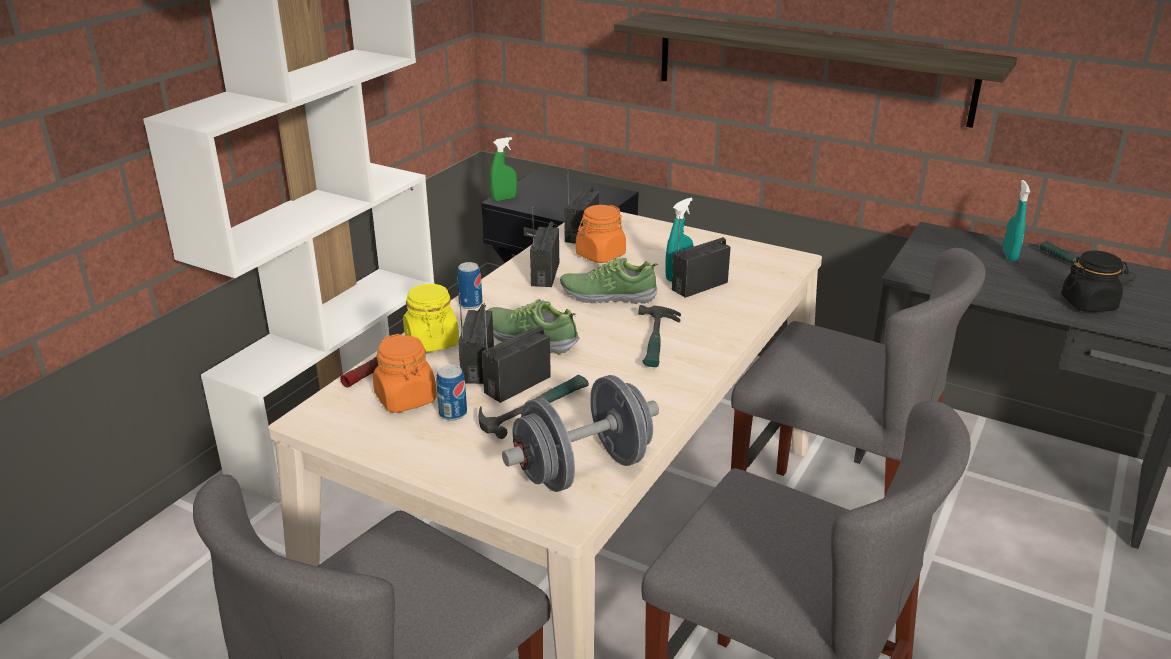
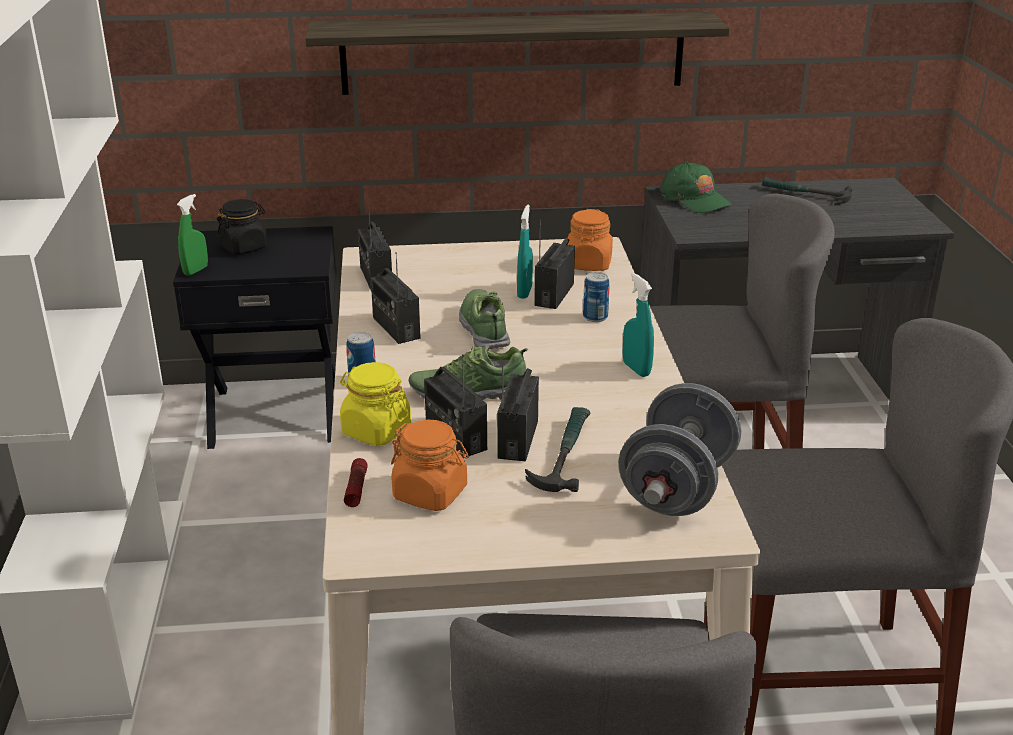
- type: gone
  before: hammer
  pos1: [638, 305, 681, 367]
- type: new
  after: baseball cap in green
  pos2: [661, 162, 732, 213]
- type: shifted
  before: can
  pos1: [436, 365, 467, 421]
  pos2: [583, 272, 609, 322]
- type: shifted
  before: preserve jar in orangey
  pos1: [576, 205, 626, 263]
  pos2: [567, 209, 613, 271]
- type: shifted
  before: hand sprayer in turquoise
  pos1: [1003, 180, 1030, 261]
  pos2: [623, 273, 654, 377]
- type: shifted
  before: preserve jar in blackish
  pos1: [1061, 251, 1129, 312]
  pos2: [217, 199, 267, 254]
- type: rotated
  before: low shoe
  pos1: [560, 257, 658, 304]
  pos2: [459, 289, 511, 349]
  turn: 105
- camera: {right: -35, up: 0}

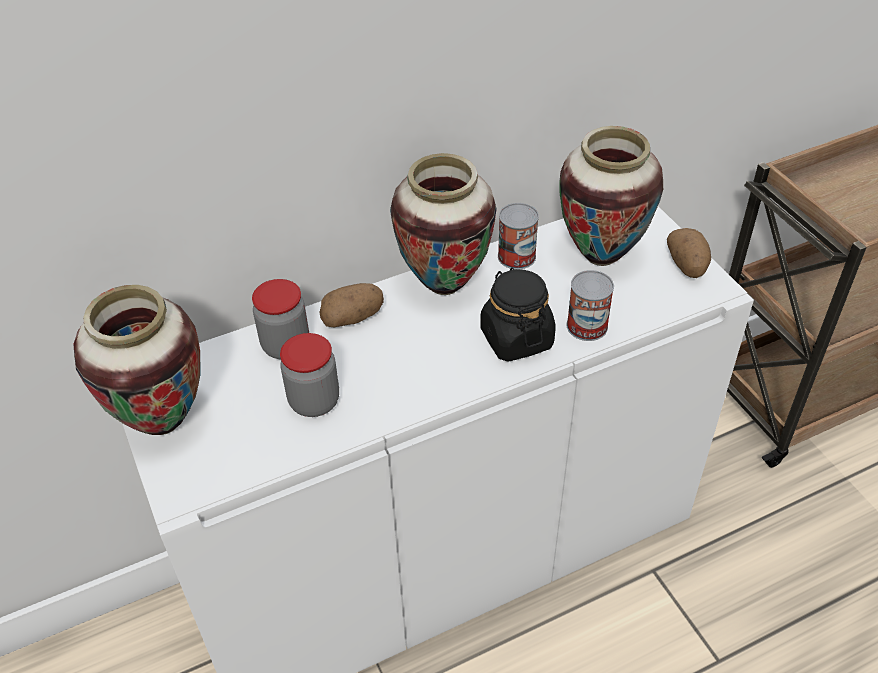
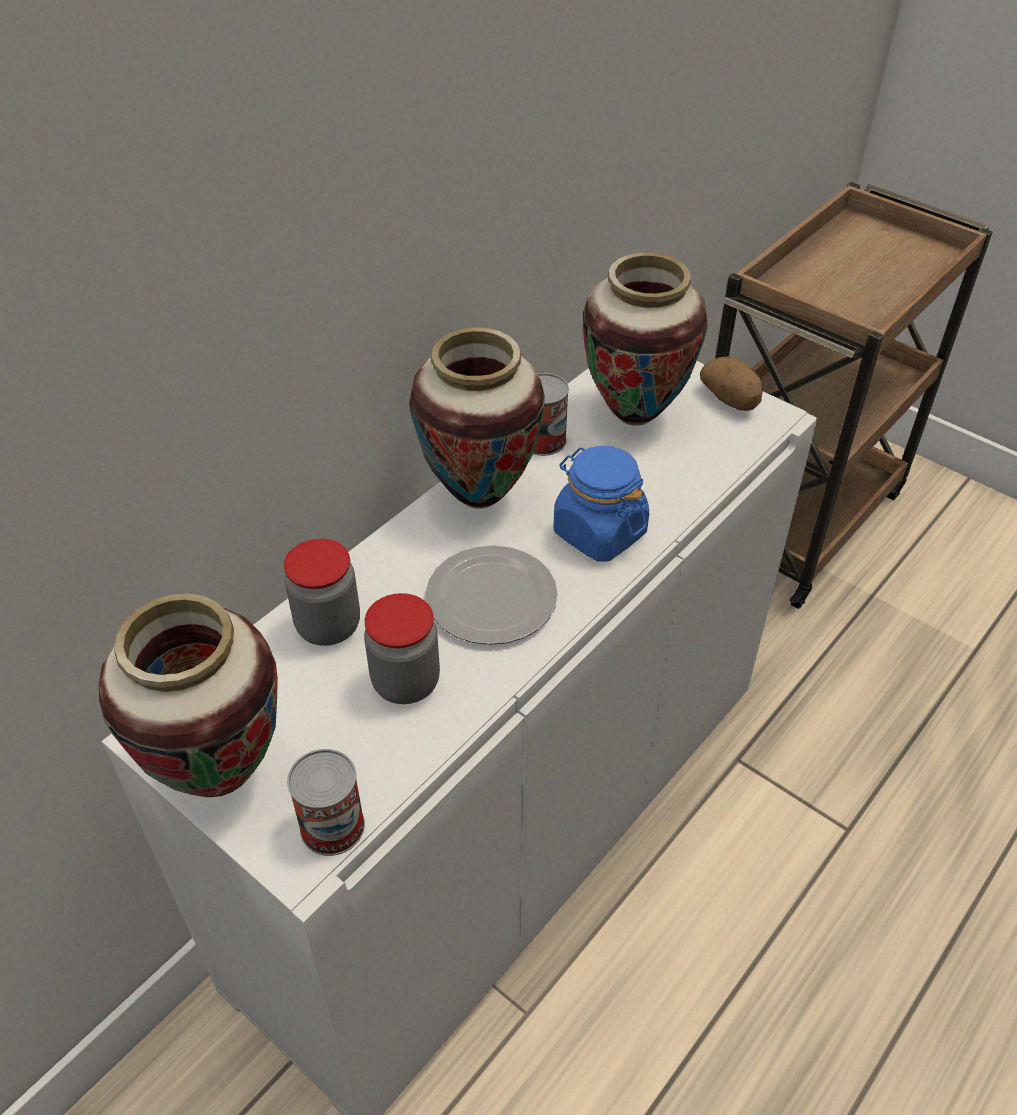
- type: gone
  before: whole potato
  pos1: [319, 283, 384, 327]
- type: new
  after: plate
  pos2: [426, 545, 558, 645]
- type: shifted
  before: can
  pos1: [567, 270, 614, 341]
  pos2: [287, 749, 365, 856]
- type: repainted
  before: preserve jar in blackish
  after: preserve jar in bluish
  pos1: [480, 268, 556, 362]
  pos2: [553, 446, 649, 562]
- camera: {right: -25, up: 0}

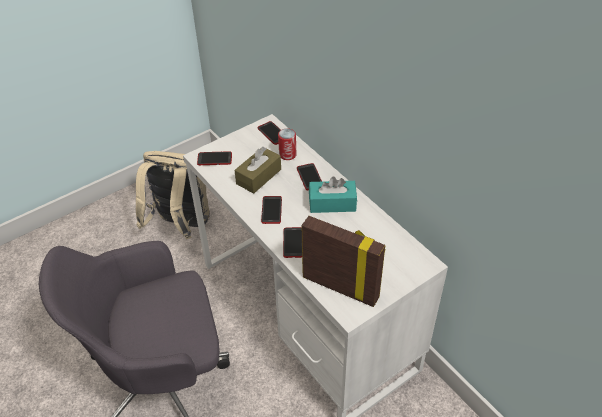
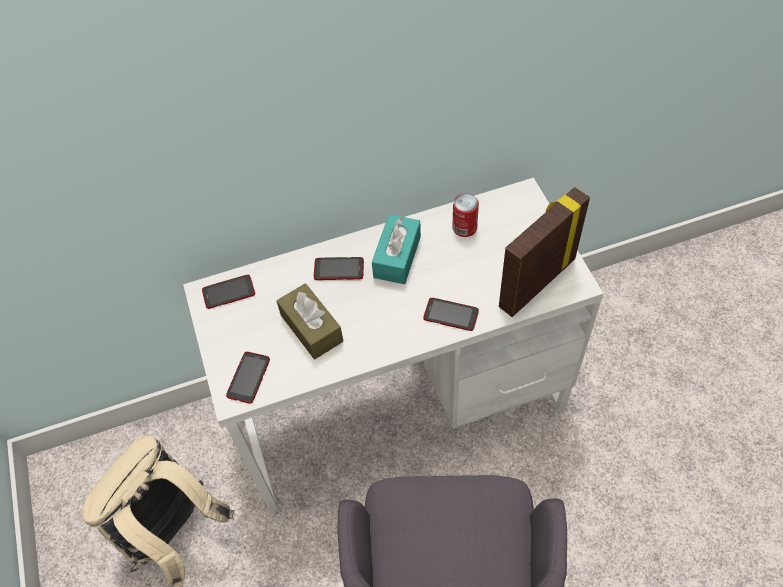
- type: gone
  before: telephone
  pos1: [261, 196, 282, 224]
- type: shifted
  before: can
  pos1: [278, 128, 296, 160]
  pos2: [452, 194, 479, 237]
- camera: {right: -70, up: 10}

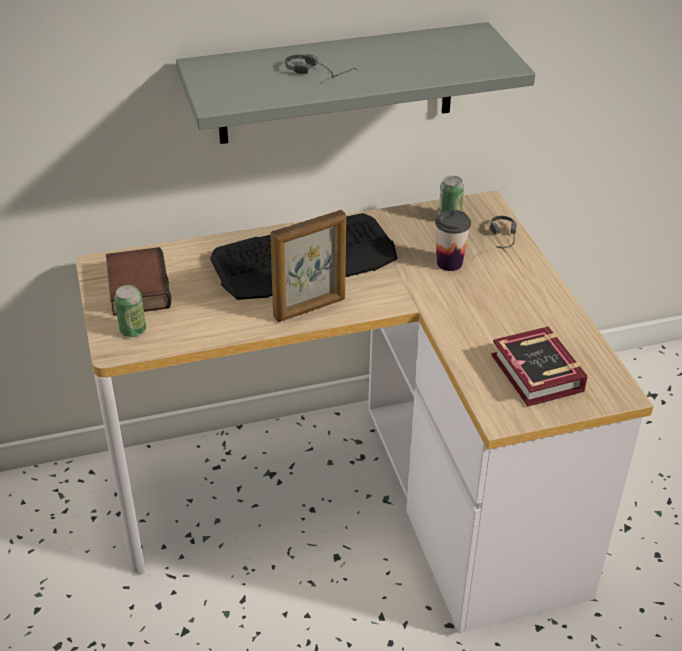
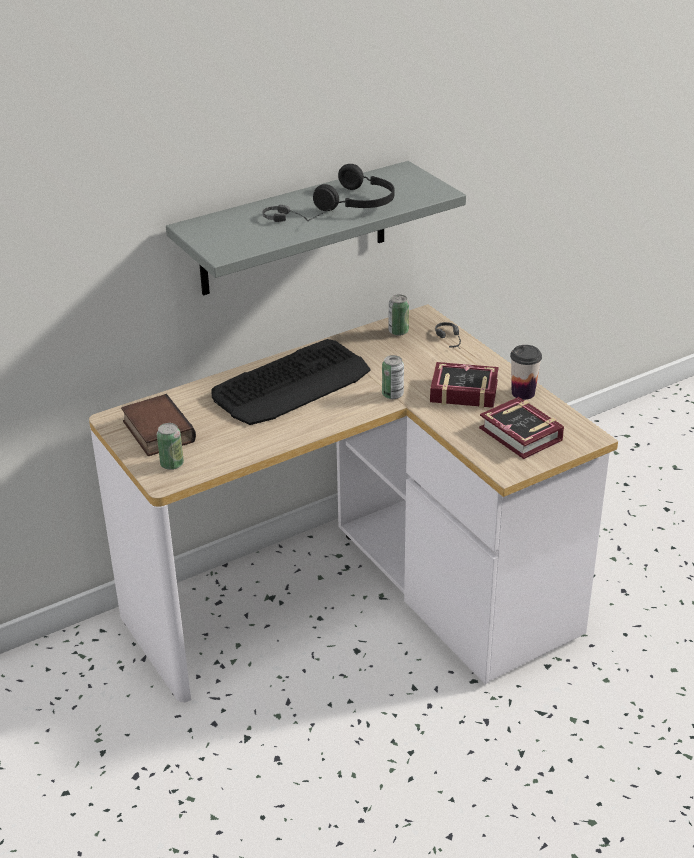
- type: gone
  before: picture frame
  pos1: [270, 210, 346, 322]
- type: new
  after: pair of headphones in blackish
  pos2: [313, 164, 394, 211]
- type: new
  after: can
  pos2: [382, 355, 404, 399]
- type: new
  after: book
  pos2: [430, 362, 499, 408]
- type: shifted
  before: cup
  pos1: [435, 210, 471, 271]
  pos2: [510, 345, 542, 400]
- camera: {right: -15, up: -5}

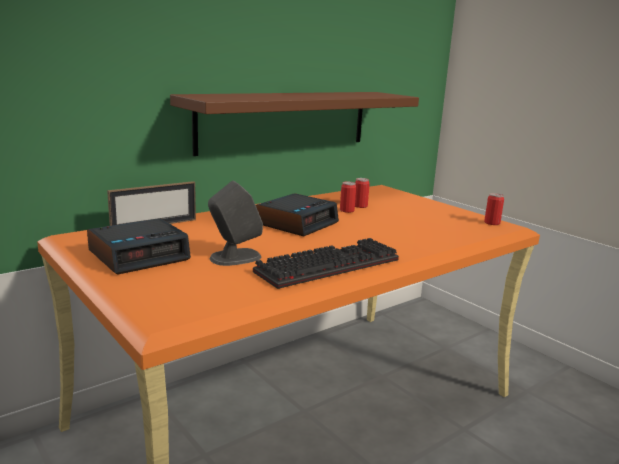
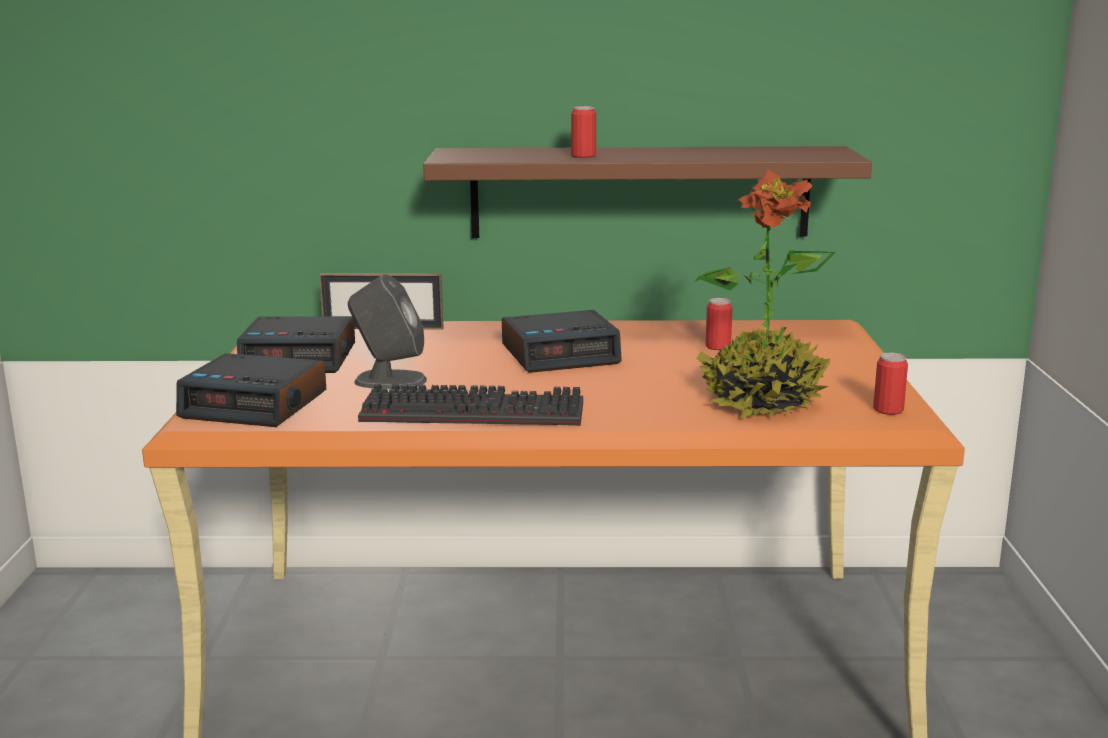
- type: new
  after: bedside clock
  pos2: [176, 353, 326, 427]
- type: new
  after: plant in a pot
  pos2: [695, 170, 836, 418]
- type: shifted
  before: can
  pos1: [340, 182, 356, 213]
  pos2: [571, 106, 596, 158]
- camera: {right: 40, up: 0}

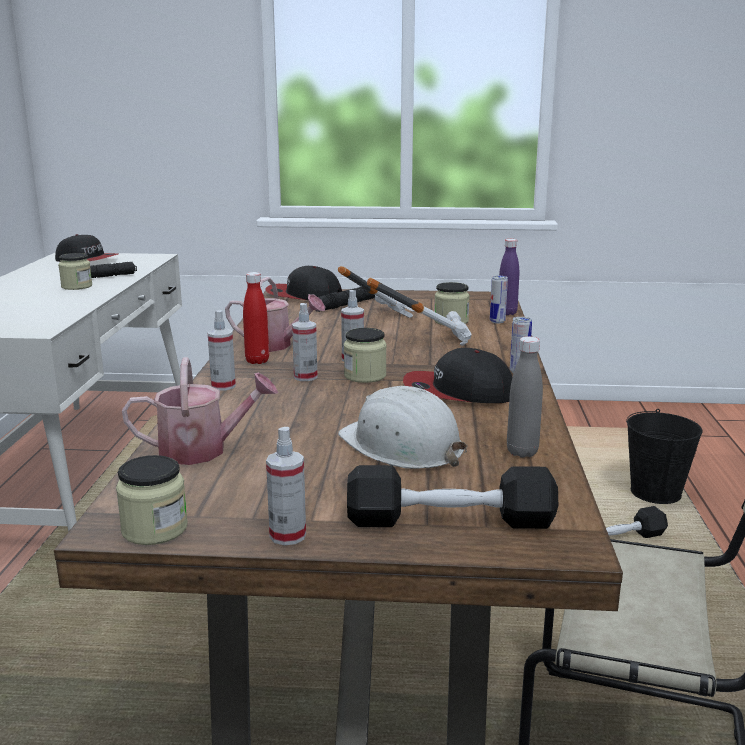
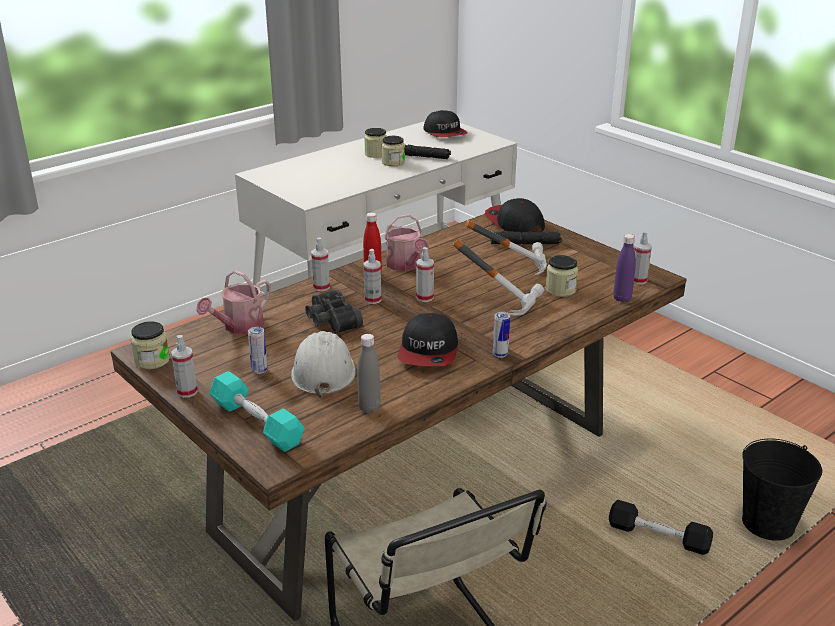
- type: new
  after: binoculars in blackish
  pos2: [305, 289, 363, 334]
- type: new
  after: hand sprayer
  pos2: [634, 231, 652, 284]
- type: shifted
  before: preserve jar
  pos1: [344, 328, 387, 383]
  pos2: [364, 128, 387, 158]
- type: shifted
  before: can
  pos1: [490, 276, 508, 324]
  pos2: [248, 327, 268, 374]
- type: repainted
  before: dumbbell in blackish
  after: dumbbell in turquoise
  pos1: [347, 465, 558, 529]
  pos2: [209, 371, 304, 452]
- type: rotated
  before: sprinkling can
  pos1: [122, 357, 278, 465]
  pos2: [196, 270, 271, 334]
  turn: 90
- type: rotated
  before: baseball cap
  pos1: [403, 348, 512, 403]
  pos2: [398, 313, 458, 366]
  turn: -135
- camera: {right: 45, up: 10}

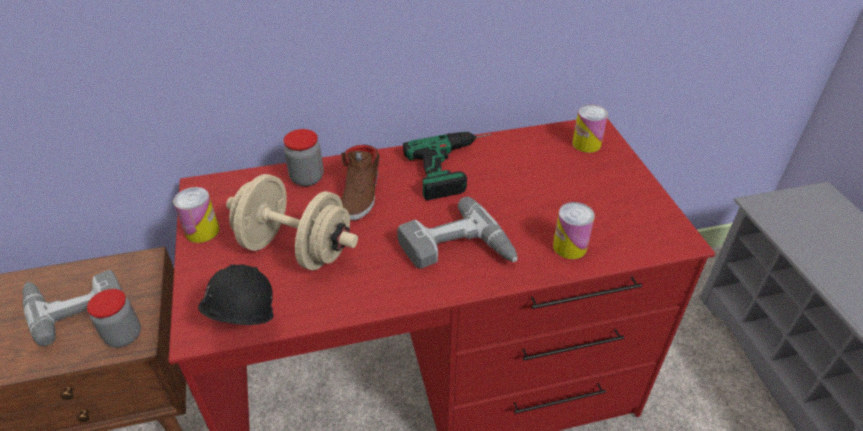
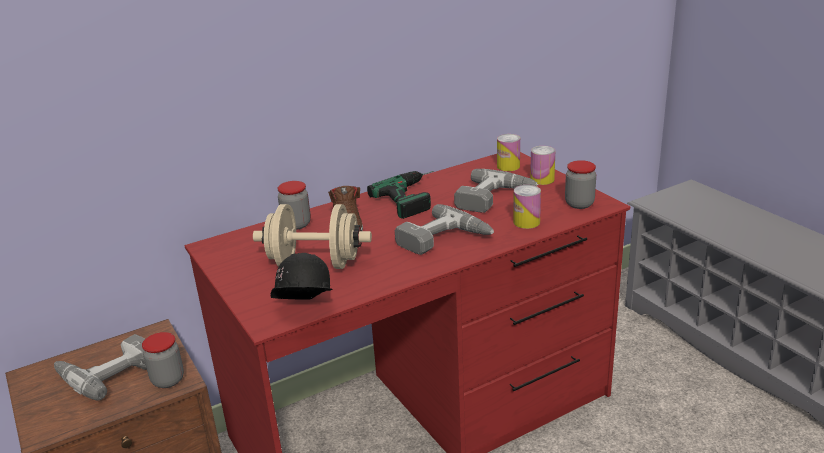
- type: new
  after: drill
  pos2: [454, 169, 538, 213]
- type: new
  after: preserve jar
  pos2: [565, 160, 596, 209]
- type: shifted
  before: can
  pos1: [173, 187, 219, 243]
  pos2: [530, 146, 555, 185]
- camera: {right: -15, up: -15}

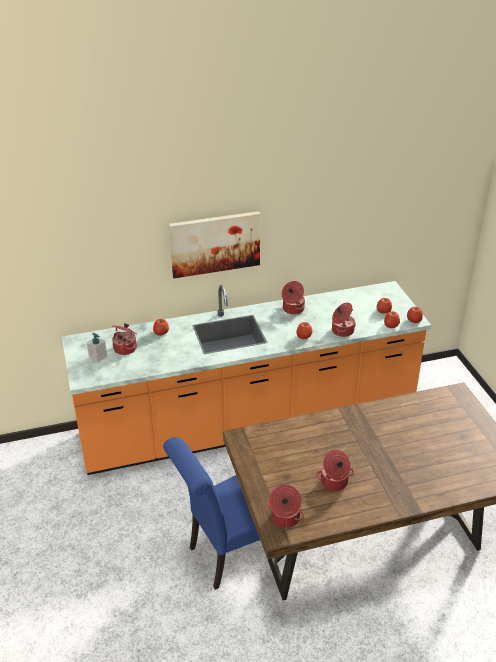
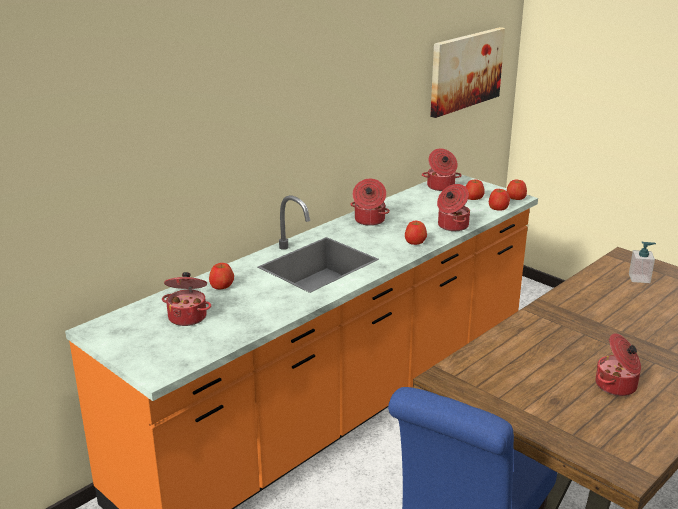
- type: shifted
  before: soap dispenser
  pos1: [87, 333, 107, 363]
  pos2: [629, 242, 656, 283]
- type: shifted
  before: wall picture
  pos1: [169, 211, 260, 278]
  pos2: [430, 27, 505, 118]
- type: shifted
  before: stockpot
  pos1: [267, 485, 305, 528]
  pos2: [422, 148, 462, 191]
- camera: {right: -30, up: -10}

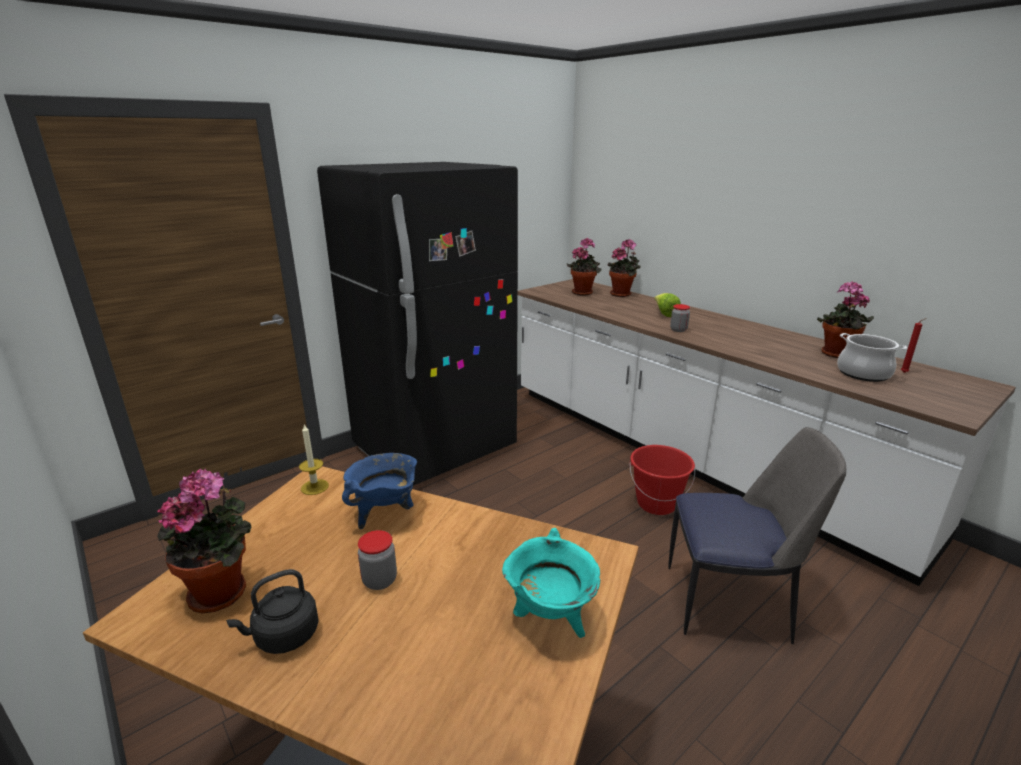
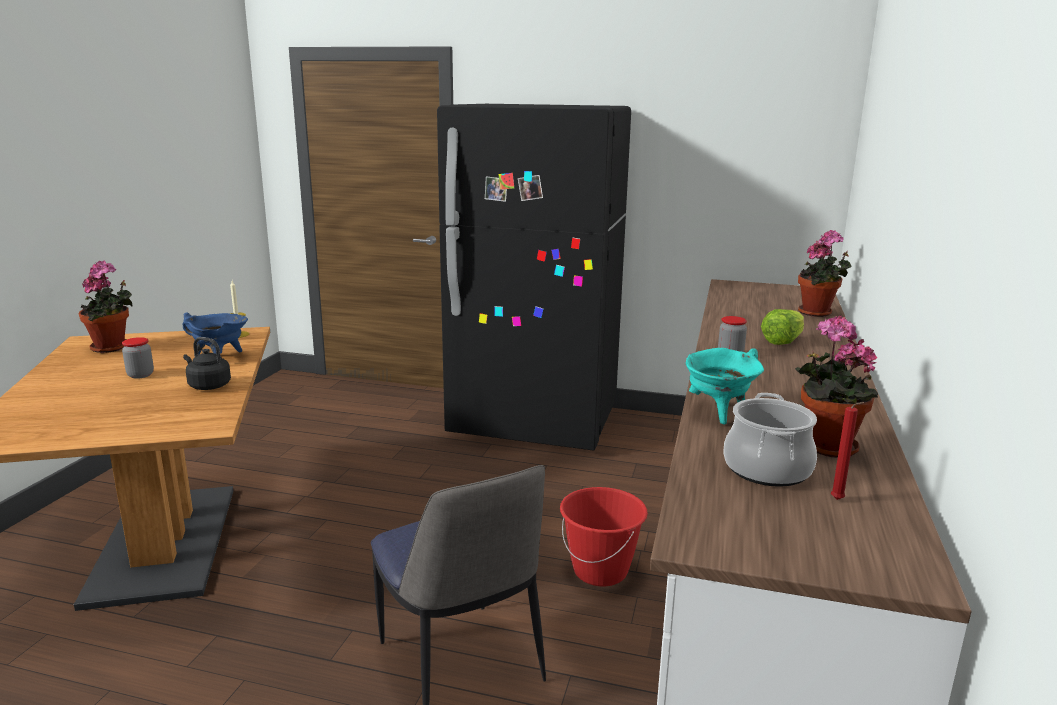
- type: gone
  before: plant in a pot
  pos1: [567, 238, 601, 296]
- type: shifted
  before: kettle in blackish
  pos1: [226, 569, 319, 654]
  pos2: [183, 337, 231, 390]
- type: shifted
  before: stockpot in turquoise
  pos1: [502, 528, 600, 638]
  pos2: [685, 348, 764, 425]
- camera: {right: 55, up: -5}

